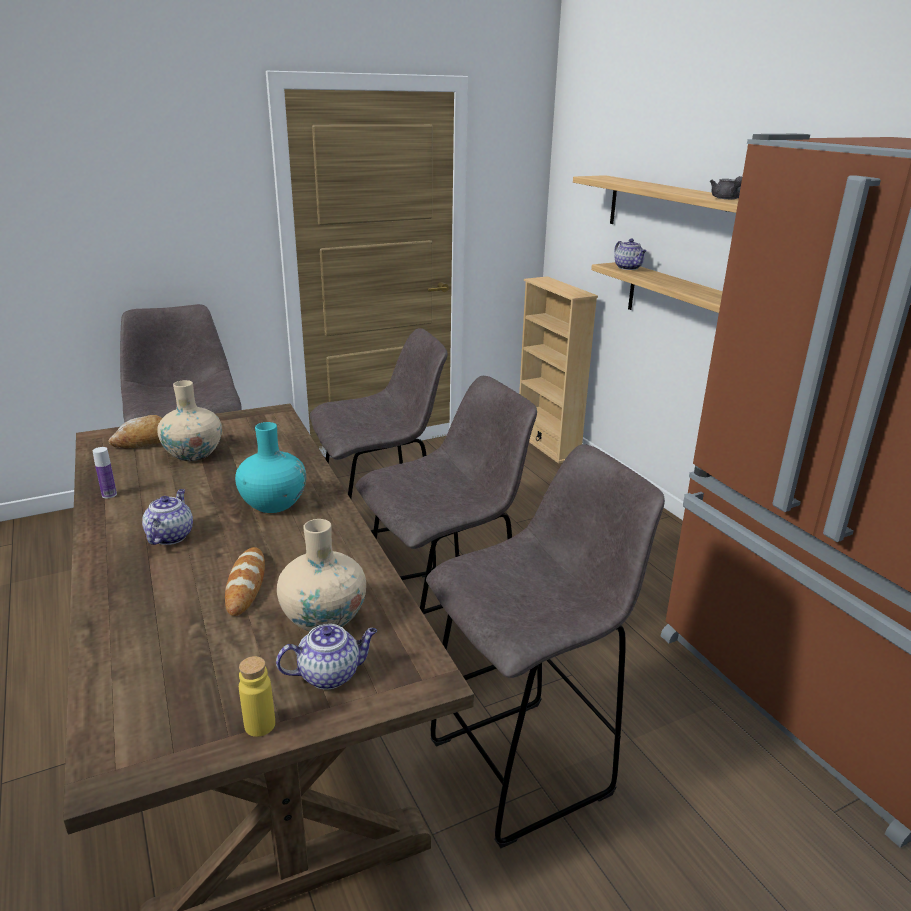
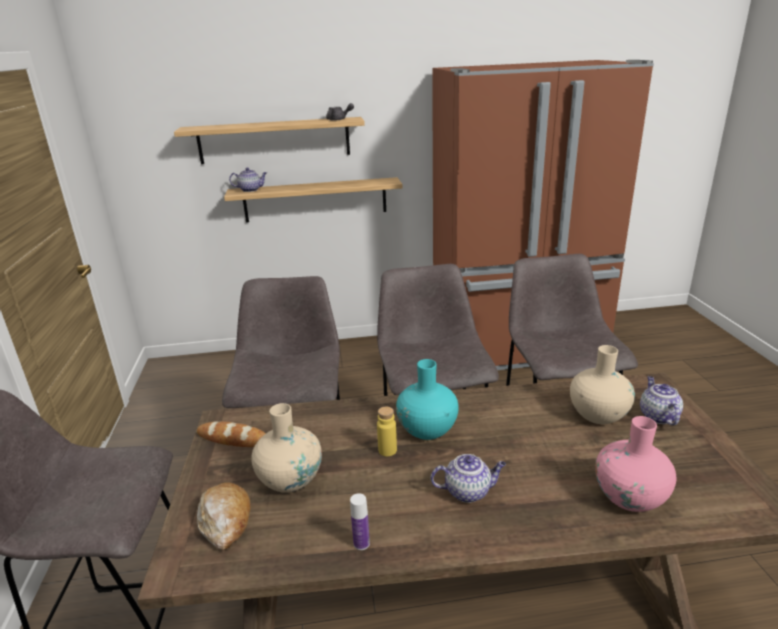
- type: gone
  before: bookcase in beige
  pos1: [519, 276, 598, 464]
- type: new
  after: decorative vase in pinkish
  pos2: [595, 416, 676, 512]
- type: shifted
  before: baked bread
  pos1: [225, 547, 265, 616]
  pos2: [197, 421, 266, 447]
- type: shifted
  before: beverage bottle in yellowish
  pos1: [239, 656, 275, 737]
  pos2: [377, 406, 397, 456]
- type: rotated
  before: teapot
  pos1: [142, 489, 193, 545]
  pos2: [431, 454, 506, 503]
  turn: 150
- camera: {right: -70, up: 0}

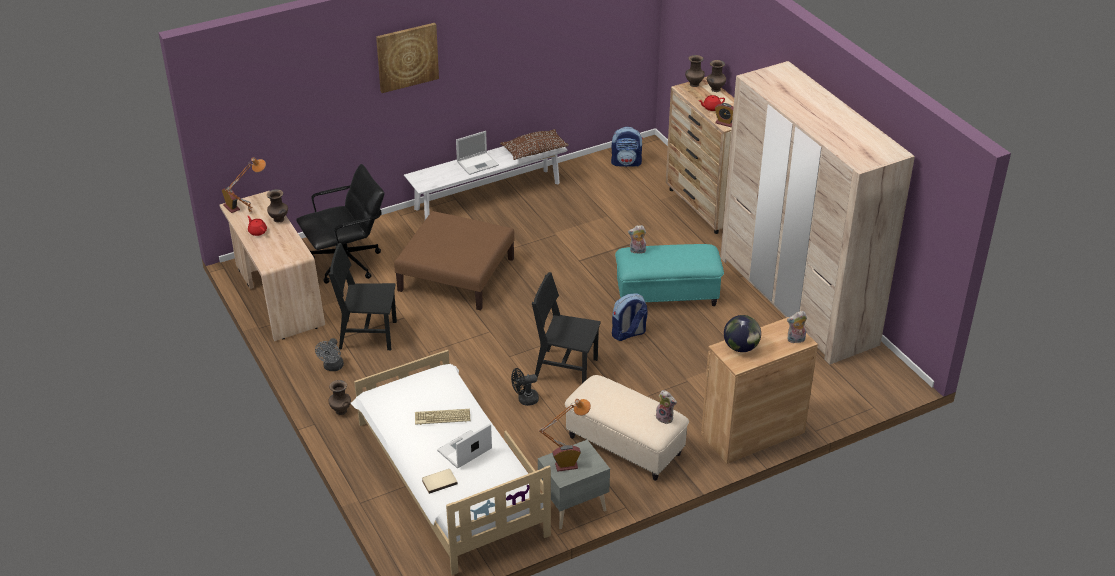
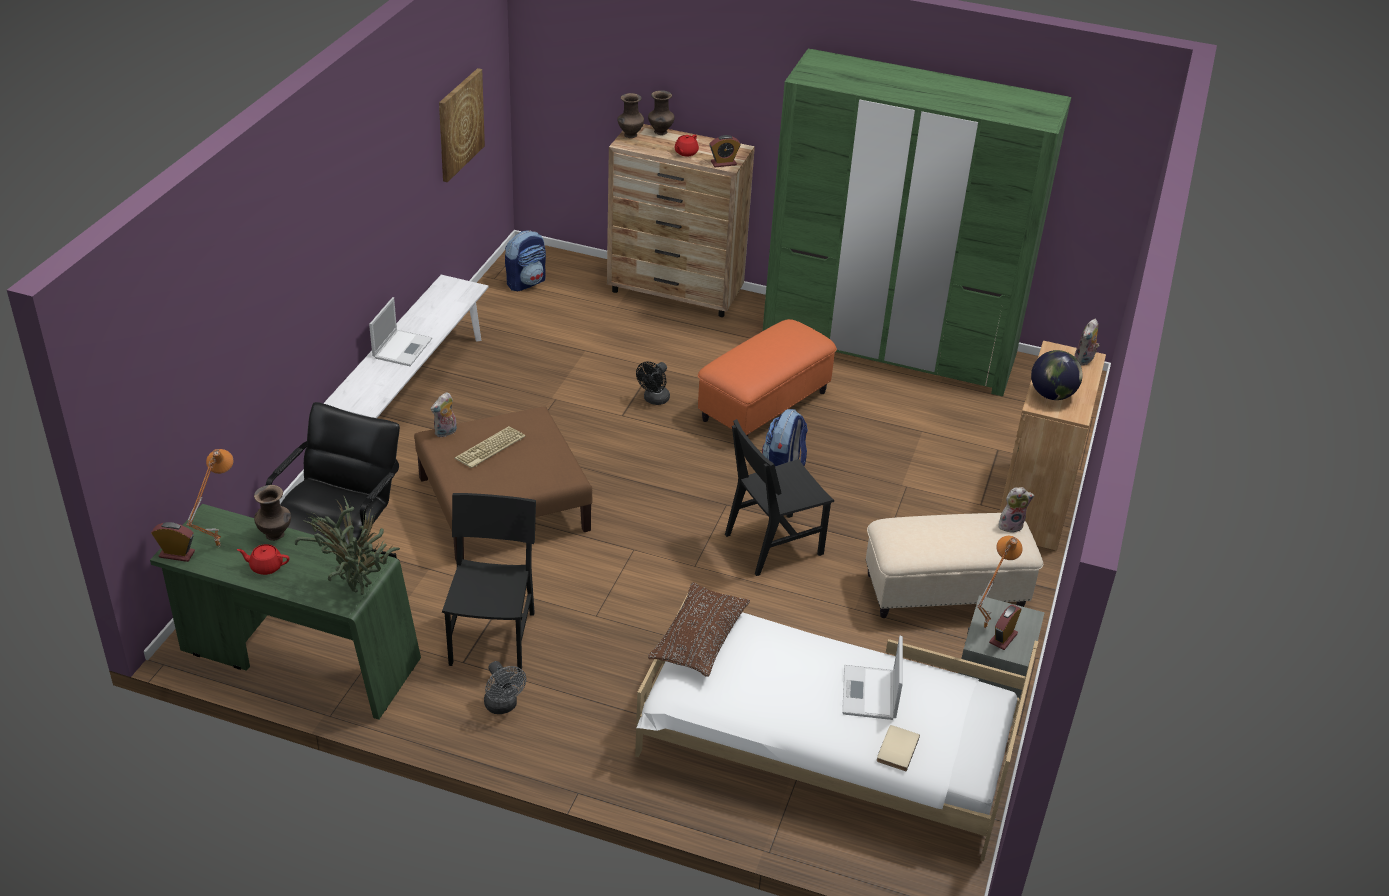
- type: gone
  before: decorative vase in brown
  pos1: [328, 380, 351, 415]
- type: new
  after: plant in a pot
  pos2: [295, 497, 400, 595]
- type: shifted
  before: wall picture
  pos1: [376, 23, 439, 93]
  pos2: [439, 68, 485, 182]
- type: shifted
  before: PC keyboard
  pos1: [415, 409, 470, 425]
  pos2: [454, 426, 525, 468]
- type: shifted
  before: throw pillow in brown
  pos1: [500, 129, 569, 160]
  pos2: [648, 582, 750, 677]
- type: shifted
  before: fan in blackish
  pos1: [511, 368, 539, 406]
  pos2: [636, 361, 670, 405]
- type: shifted
  before: soft toy
  pos1: [628, 225, 646, 254]
  pos2: [431, 392, 457, 437]
- type: repainted
  before: desk table in beige
  after: desk table in green
  pos1: [220, 191, 325, 341]
  pos2: [150, 504, 421, 720]
- type: repainted
  before: ottoman in turquoise
  after: ottoman in orangey
  pos1: [615, 244, 724, 306]
  pos2: [698, 319, 837, 437]
- type: repainted
  before: armoire in beige
  after: armoire in green
  pos1: [720, 61, 915, 364]
  pos2: [763, 49, 1071, 396]
- type: rotated
  before: upright chair in blackish
  pos1: [328, 243, 397, 350]
  pos2: [442, 493, 536, 672]
  turn: 135
- camera: {right: -45, up: 0}

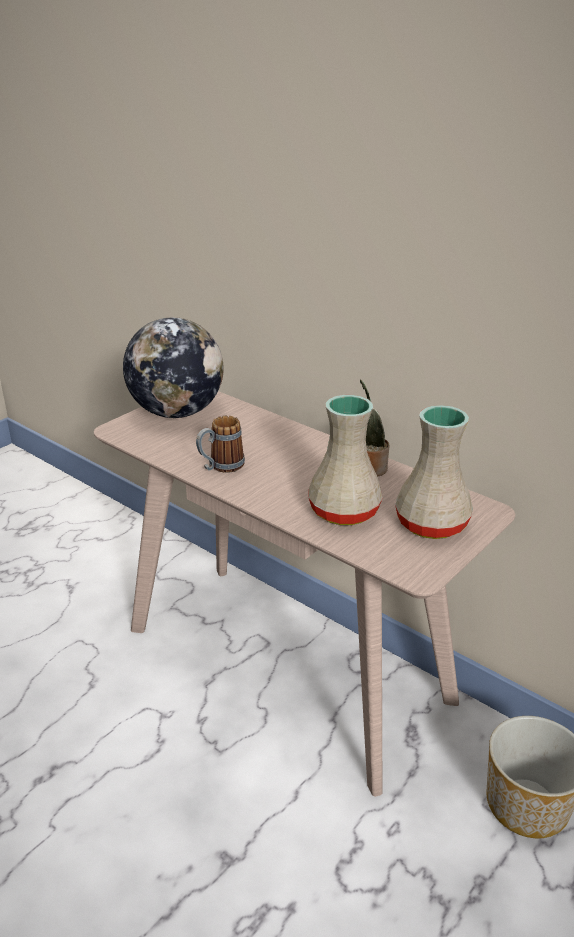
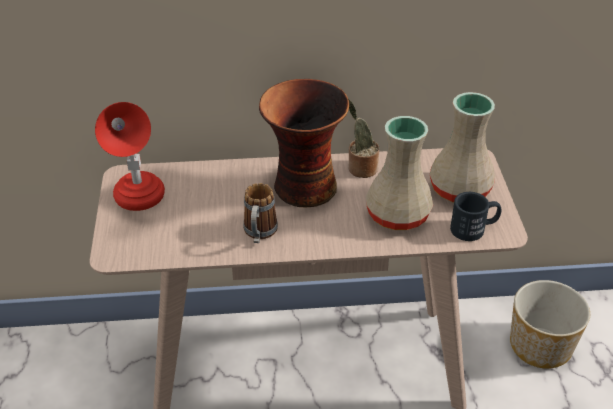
- type: new
  after: decorative vase
  pos2: [259, 79, 349, 207]
- type: new
  after: tea mug in blackish
  pos2: [450, 192, 501, 241]
- type: swapped
  before: world globe
  after: tabletop lamp in reddish
  pos1: [123, 317, 224, 418]
  pos2: [95, 102, 165, 211]
- camera: {right: -45, up: 10}

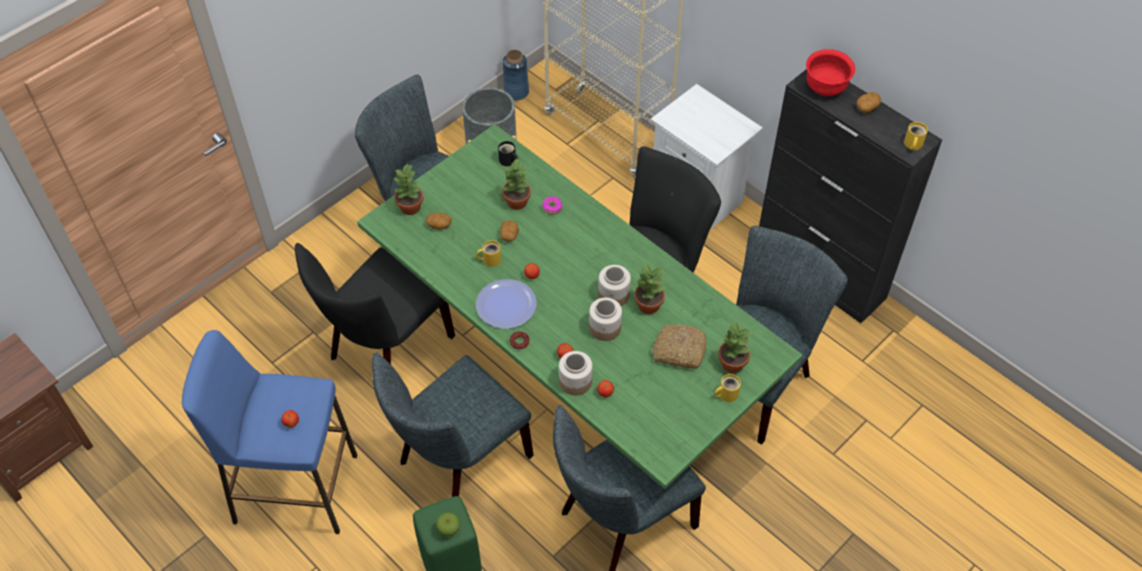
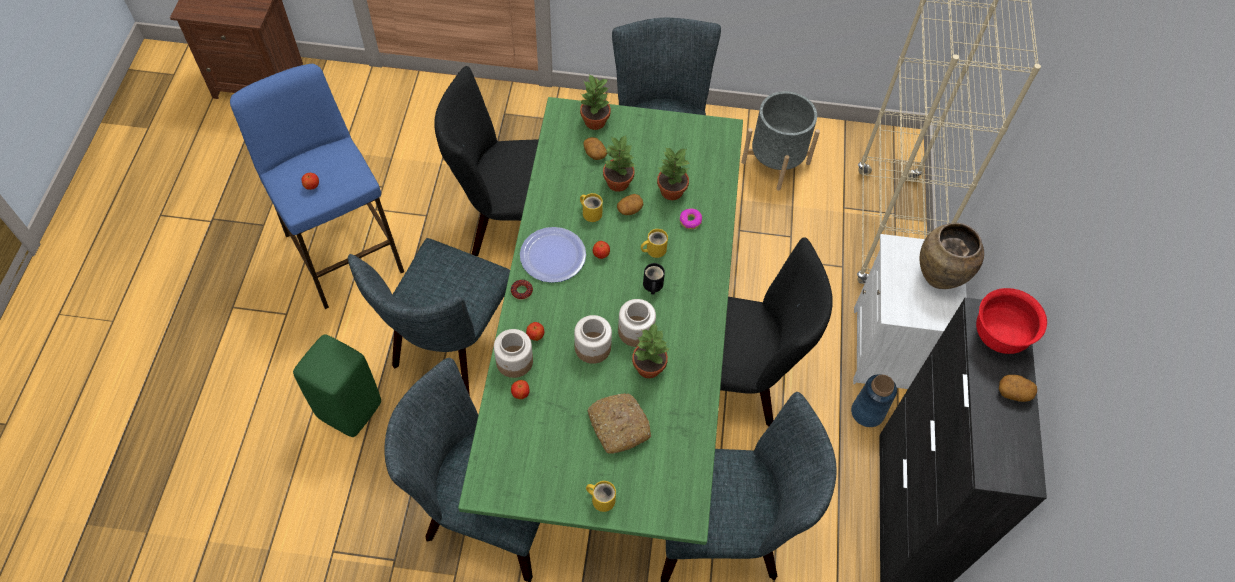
- type: gone
  before: whole apple
  pos1: [436, 512, 460, 537]
- type: new
  after: decorative vase in brown
  pos2: [920, 223, 984, 289]
- type: shifted
  before: tea mug in blackish
  pos1: [498, 141, 519, 166]
  pos2: [643, 263, 665, 294]
- type: shifted
  before: decorative vase in bluish
  pos1: [503, 50, 529, 100]
  pos2: [851, 374, 897, 427]
- type: shifted
  before: plant in a pot
  pos1: [718, 320, 752, 373]
  pos2: [603, 135, 635, 192]
- type: shifted
  before: tea mug in yellowish
  pos1: [904, 122, 928, 150]
  pos2: [641, 229, 668, 258]
- type: rotated
  before: upright chair in grey
  pos1: [372, 352, 534, 497]
  pos2: [348, 238, 510, 396]
  turn: -75
- camera: {right: 50, up: 5}

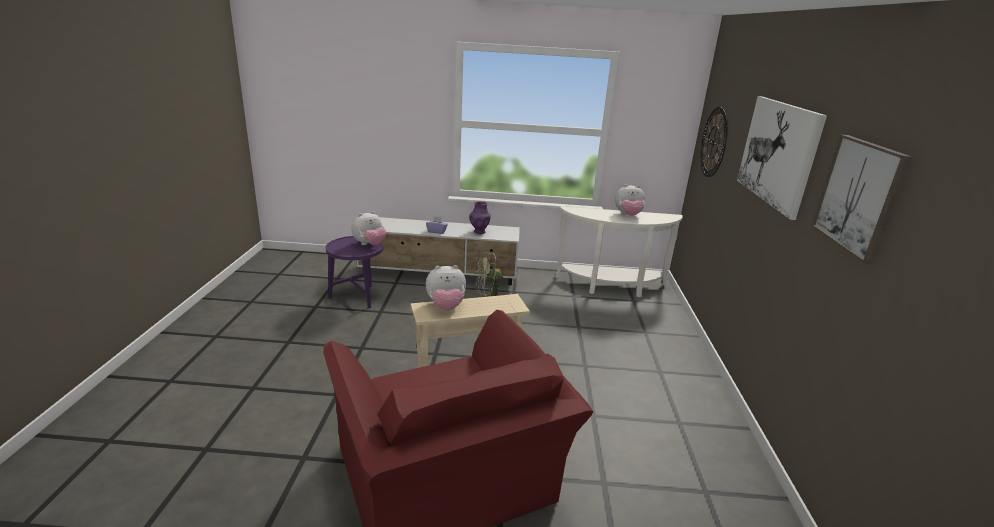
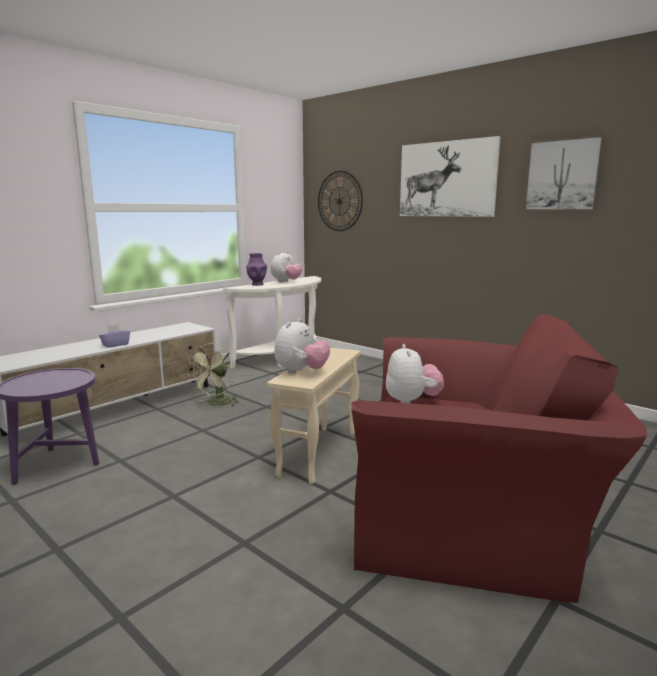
- type: shifted
  before: soft toy
  pos1: [352, 211, 386, 245]
  pos2: [386, 344, 444, 403]
- type: shifted
  before: decorative vase in purplish
  pos1: [469, 201, 491, 234]
  pos2: [246, 253, 267, 286]
- camera: {right: -50, up: -10}

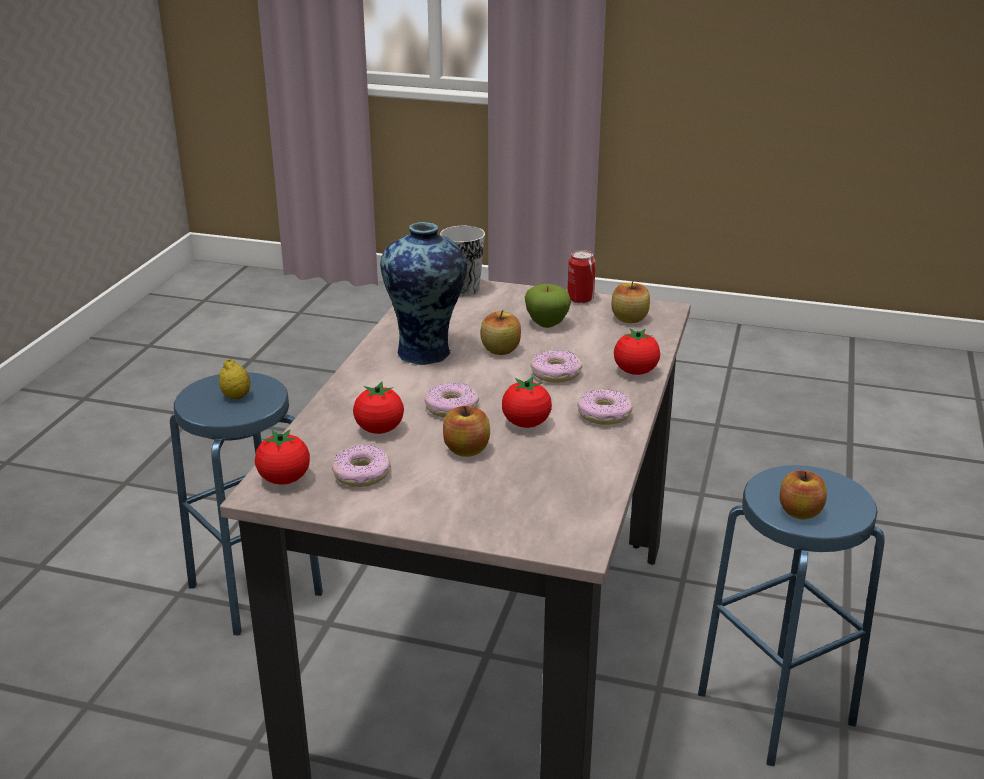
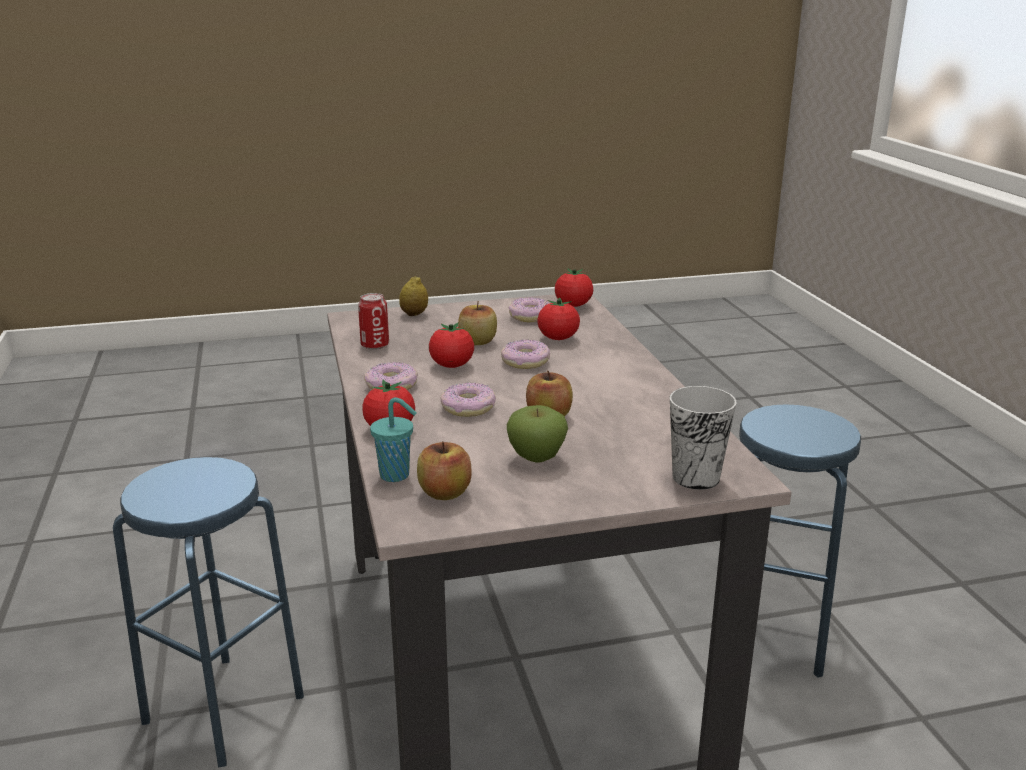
- type: gone
  before: decorative vase
  pos1: [380, 222, 467, 365]
- type: gone
  before: whole apple
  pos1: [780, 470, 827, 519]
- type: new
  after: cup in turquoise
  pos2: [370, 397, 417, 482]
- type: shifted
  before: citrus fruit
  pos1: [219, 359, 250, 399]
  pos2: [399, 276, 428, 316]
- type: shifted
  before: can
  pos1: [567, 250, 595, 304]
  pos2: [358, 293, 389, 350]
- camera: {right: 150, up: -5}

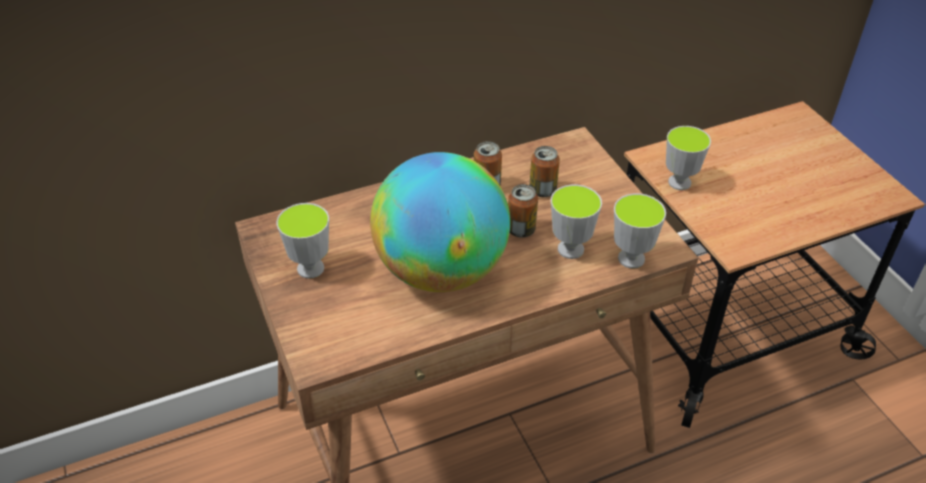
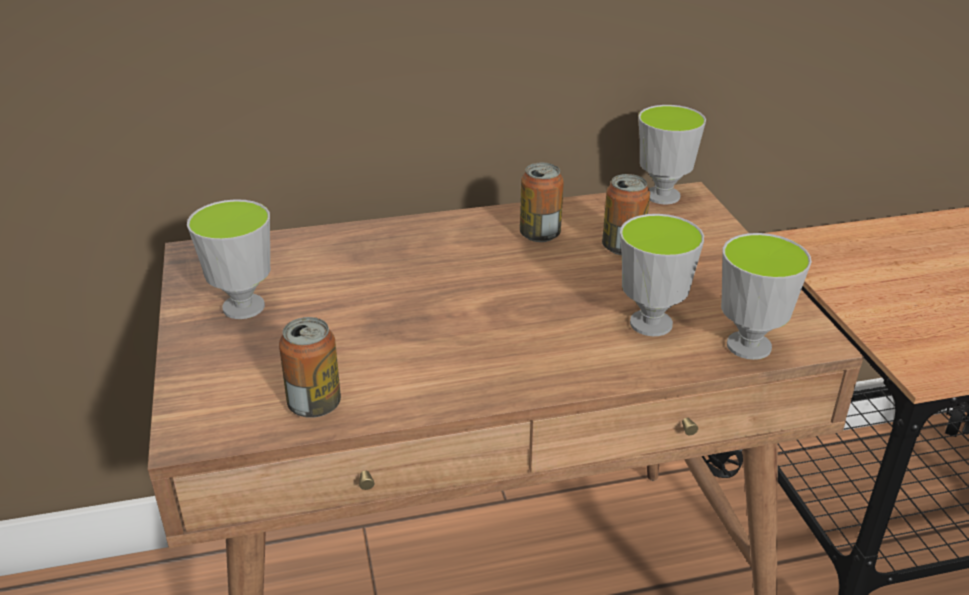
- type: gone
  before: world globe
  pos1: [370, 152, 510, 292]
- type: shifted
  before: can
  pos1: [508, 184, 538, 238]
  pos2: [279, 317, 341, 418]
- type: shifted
  before: cup
  pos1: [666, 126, 711, 190]
  pos2: [638, 105, 706, 204]
- camera: {right: 10, up: -10}

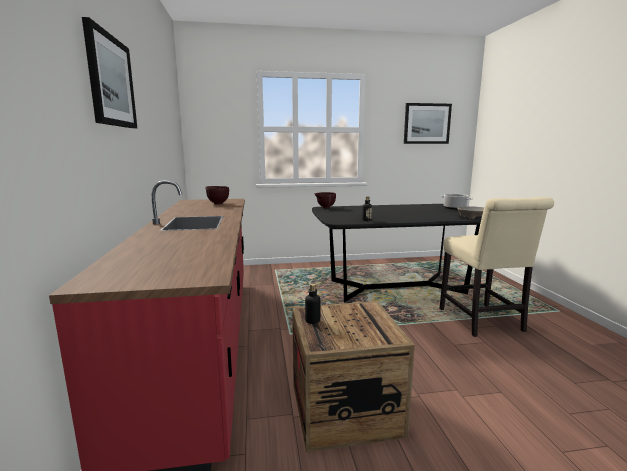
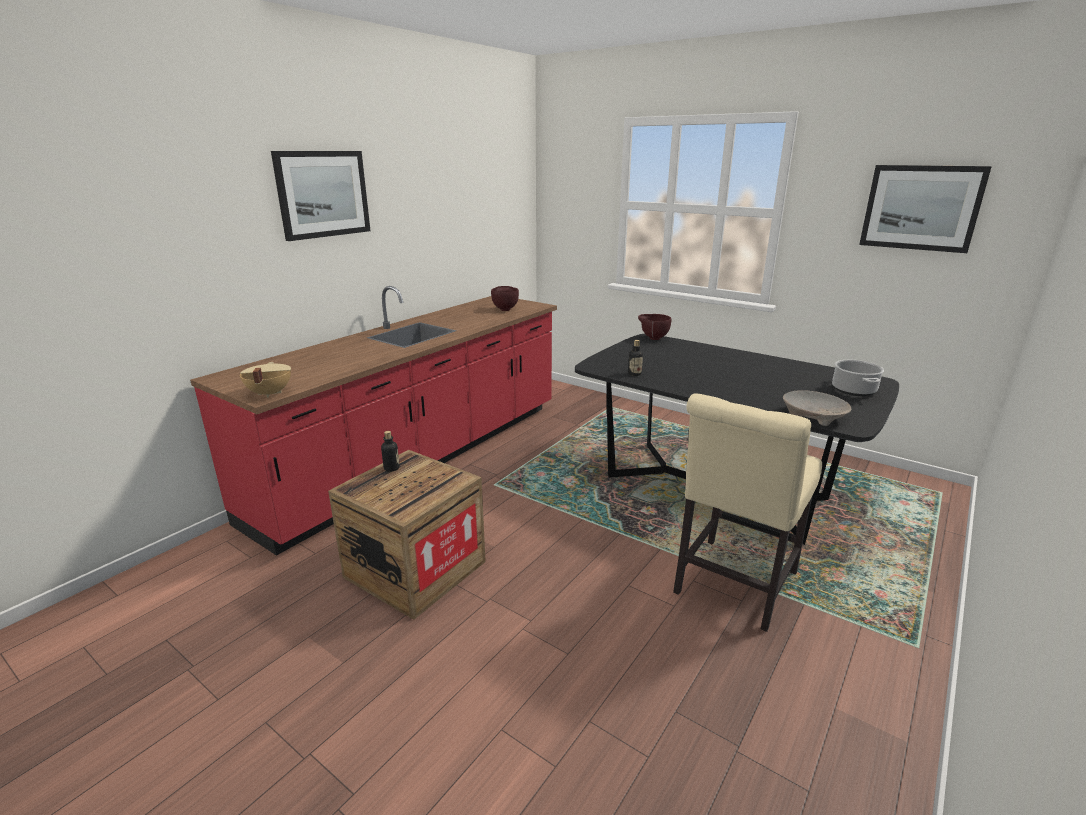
- type: new
  after: stockpot in beige
  pos2: [240, 362, 291, 398]
- camera: {right: 45, up: 10}

